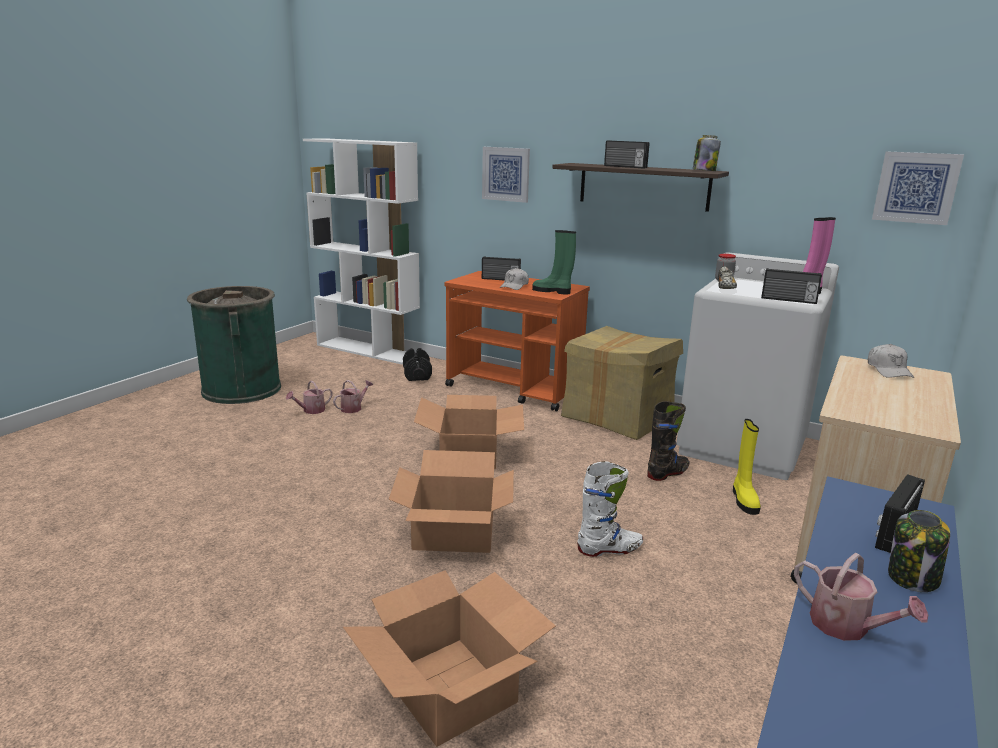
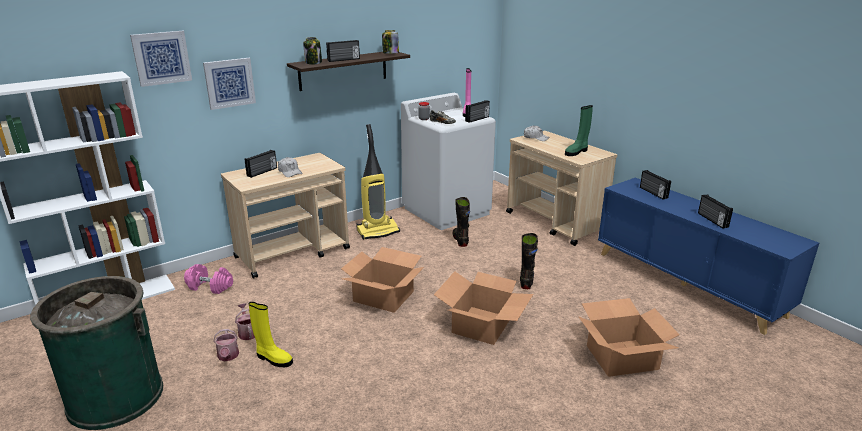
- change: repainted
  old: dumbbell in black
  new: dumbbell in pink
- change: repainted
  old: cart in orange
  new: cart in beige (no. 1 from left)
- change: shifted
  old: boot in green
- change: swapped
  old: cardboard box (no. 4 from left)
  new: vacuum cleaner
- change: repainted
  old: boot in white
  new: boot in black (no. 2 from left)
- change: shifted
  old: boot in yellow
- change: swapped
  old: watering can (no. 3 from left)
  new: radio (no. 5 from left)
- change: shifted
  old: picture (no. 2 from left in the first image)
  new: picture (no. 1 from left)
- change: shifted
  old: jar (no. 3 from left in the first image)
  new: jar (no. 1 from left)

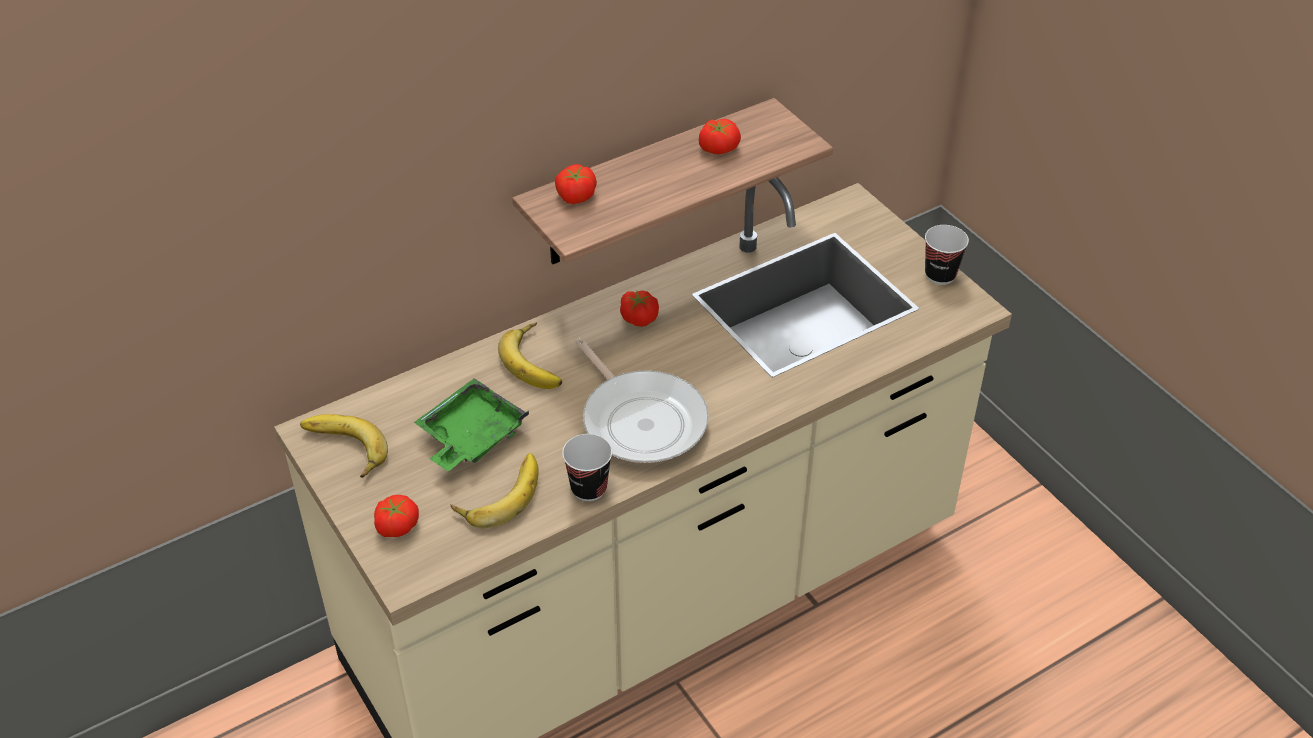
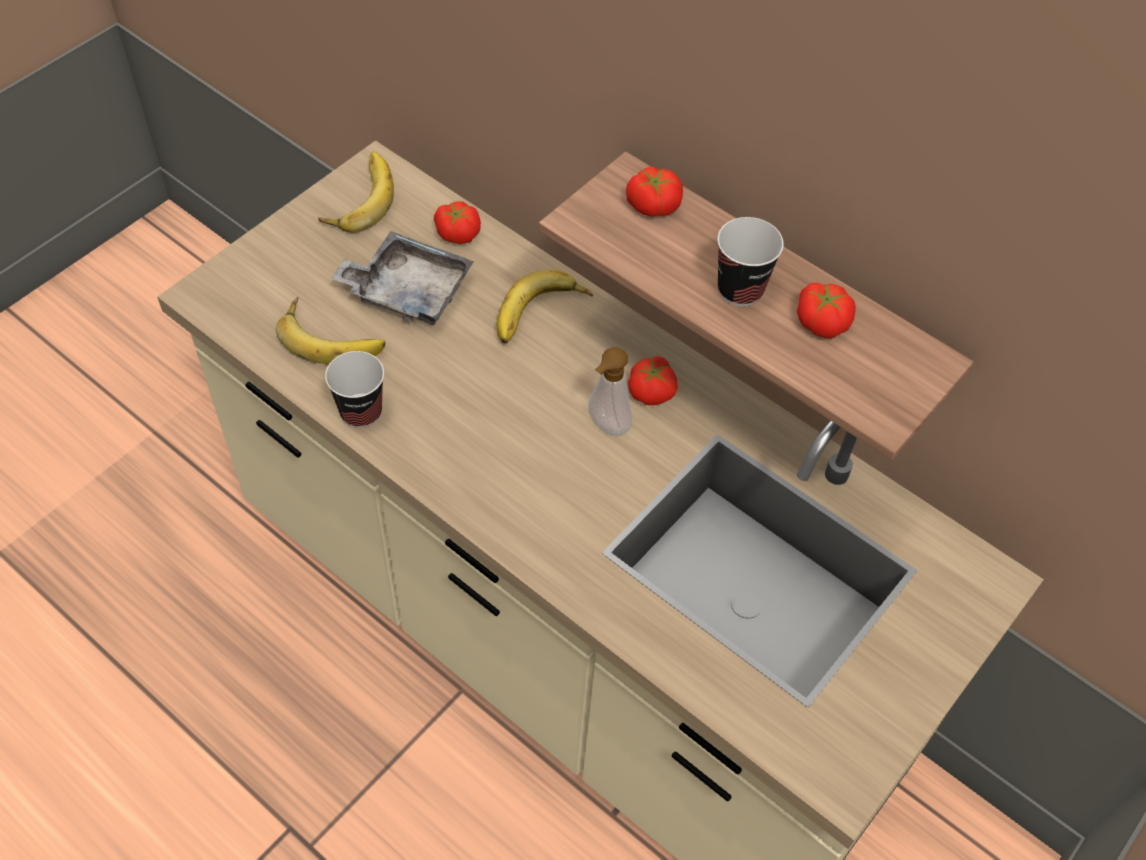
- change: shifted
  old: tomato (no. 1 from left)
- change: repainted
  old: tray in green
  new: tray in grey
- change: gone
  old: frying pan
- change: shifted
  old: cup (no. 2 from left)
- change: new
  new: soap dispenser

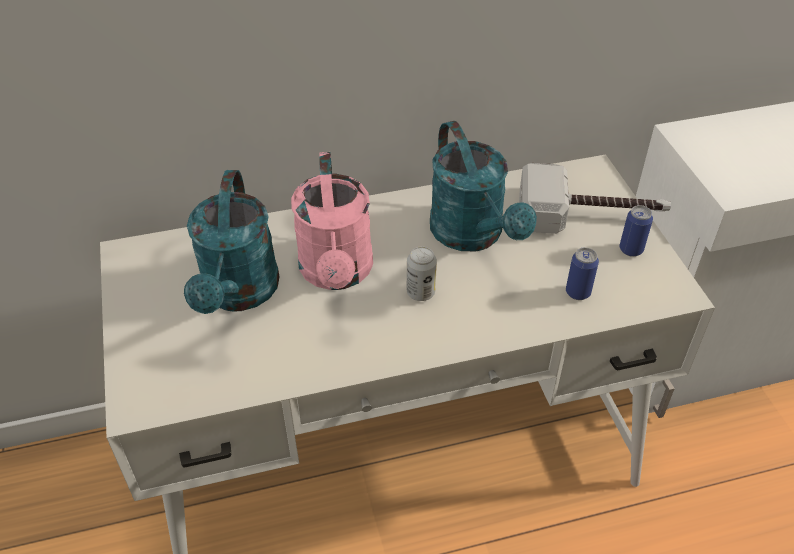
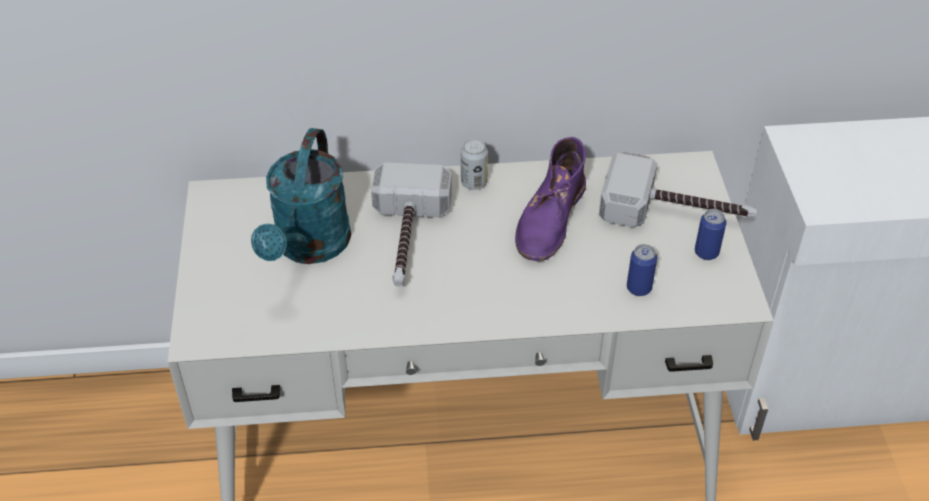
- change: swapped
  old: watering can in pink
  new: hammer (no. 1 from left)
- change: shifted
  old: can (no. 1 from left)
- change: swapped
  old: watering can in turquoise (no. 2 from left)
  new: boot in purple

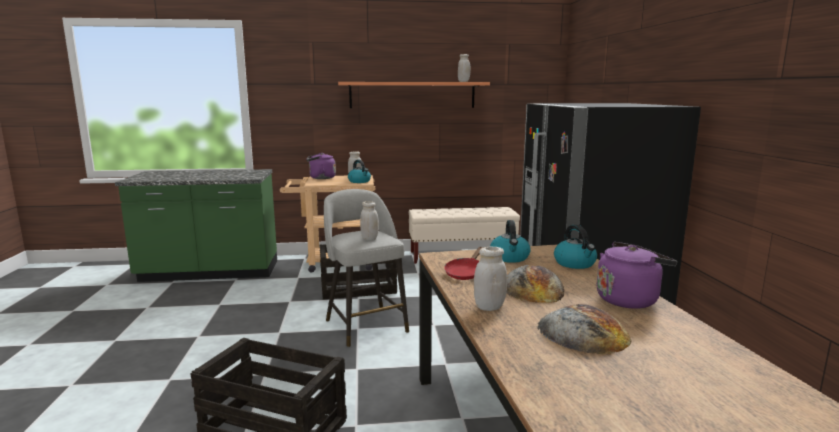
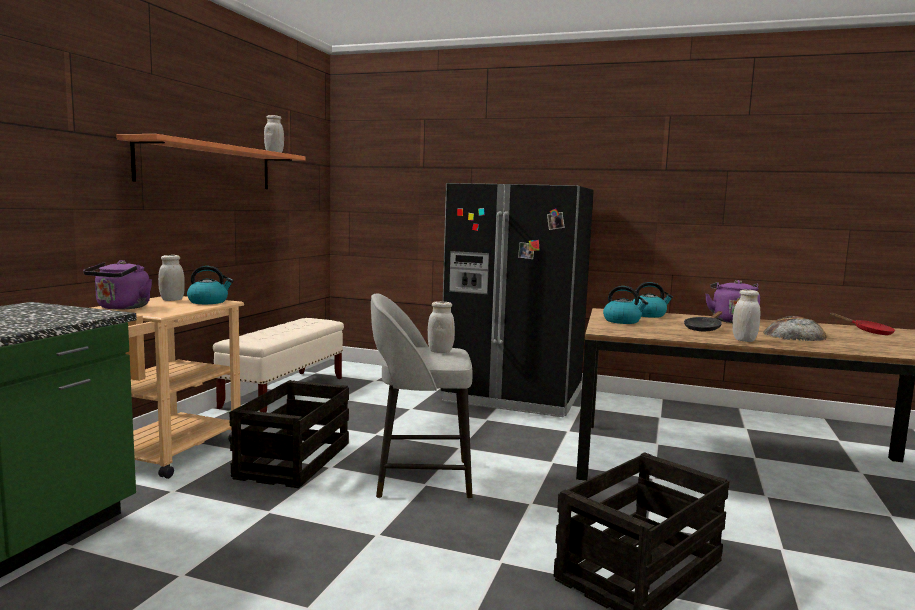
- change: shifted
  old: frying pan in red
- change: swapped
  old: bread (no. 1 from left)
  new: frying pan in black

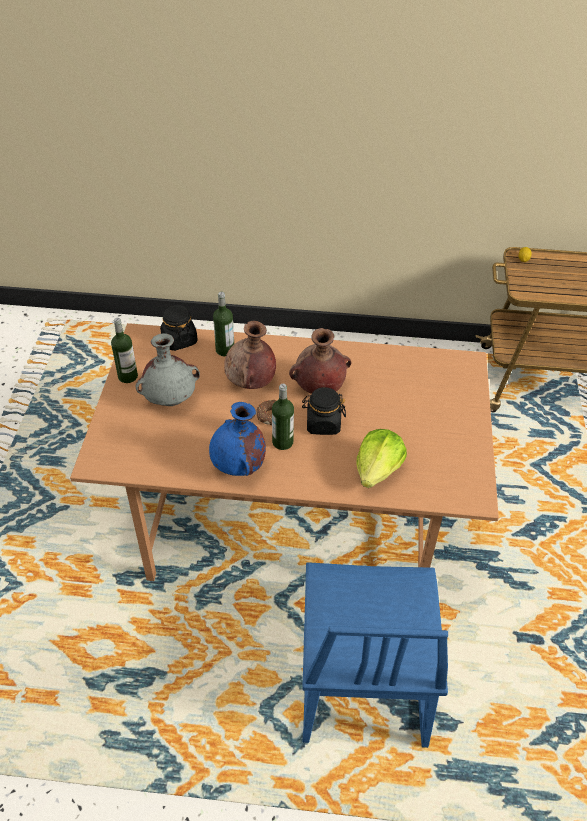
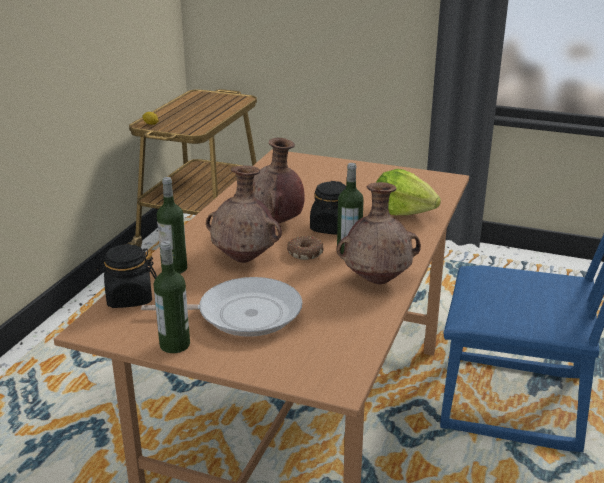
- change: swapped
  old: vase in grey
  new: frying pan
- change: repainted
  old: vase in blue
  new: vase in brown (no. 3 from left)

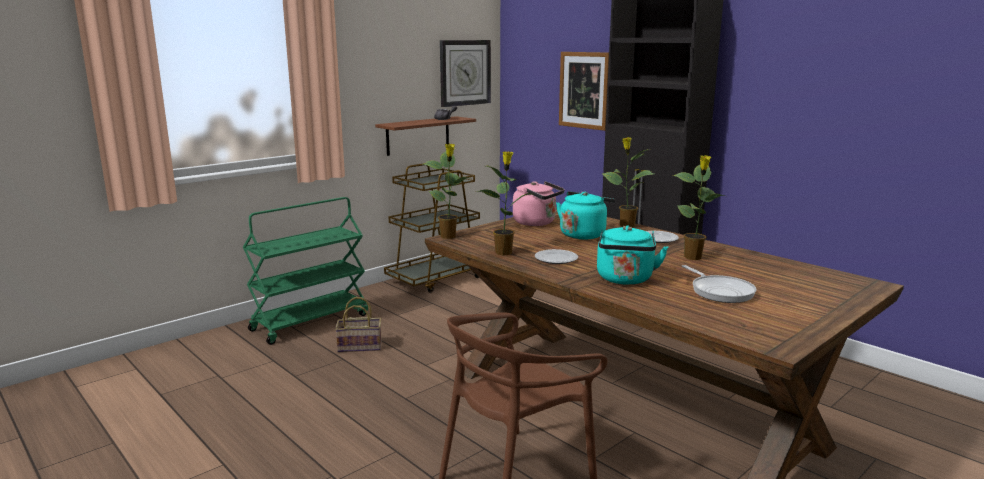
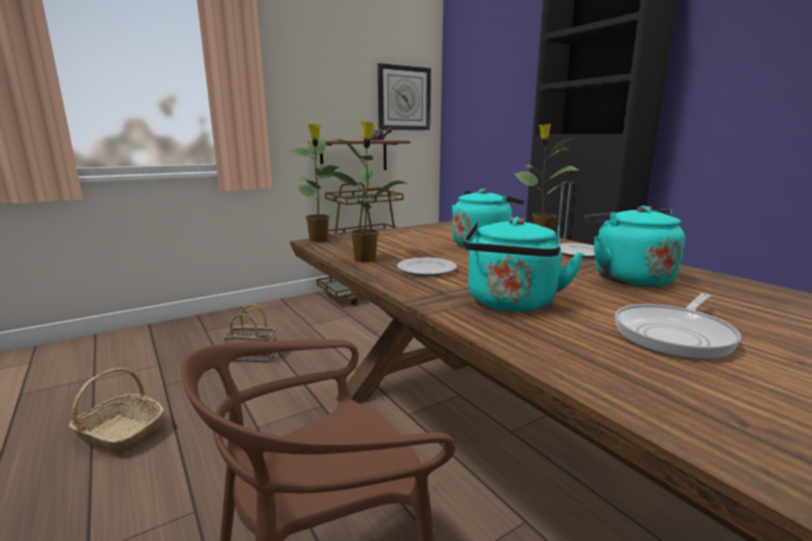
- change: gone
  old: cart in green
- change: gone
  old: kettle in pink
- change: gone
  old: picture
- change: swapped
  old: potted plant (no. 4 from left)
  new: kettle in turquoise (no. 3 from left)
- change: rotated
  old: frying pan
  degrees: 60
- change: new
  new: basket (no. 1 from left)

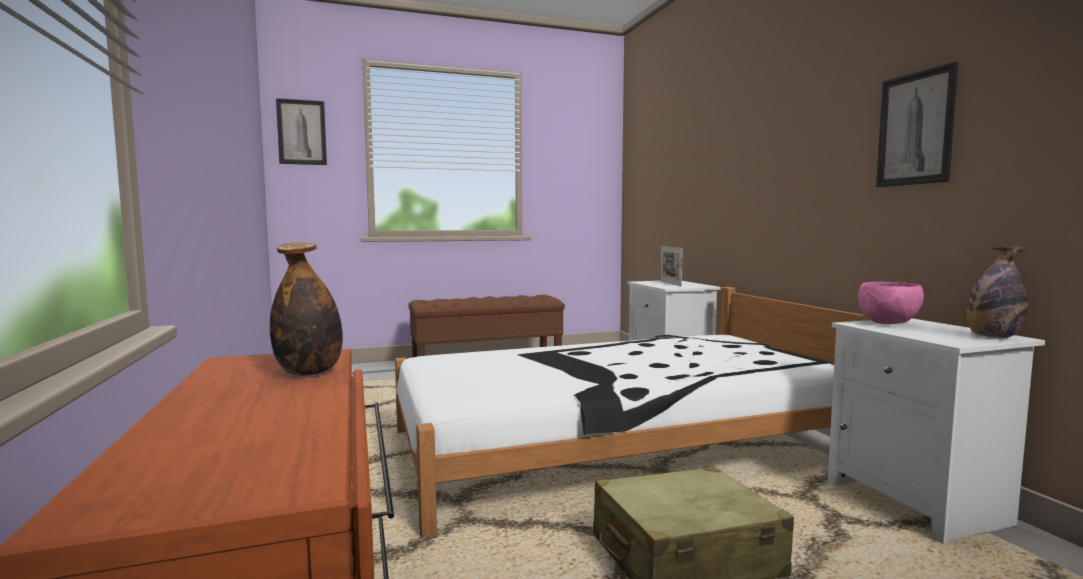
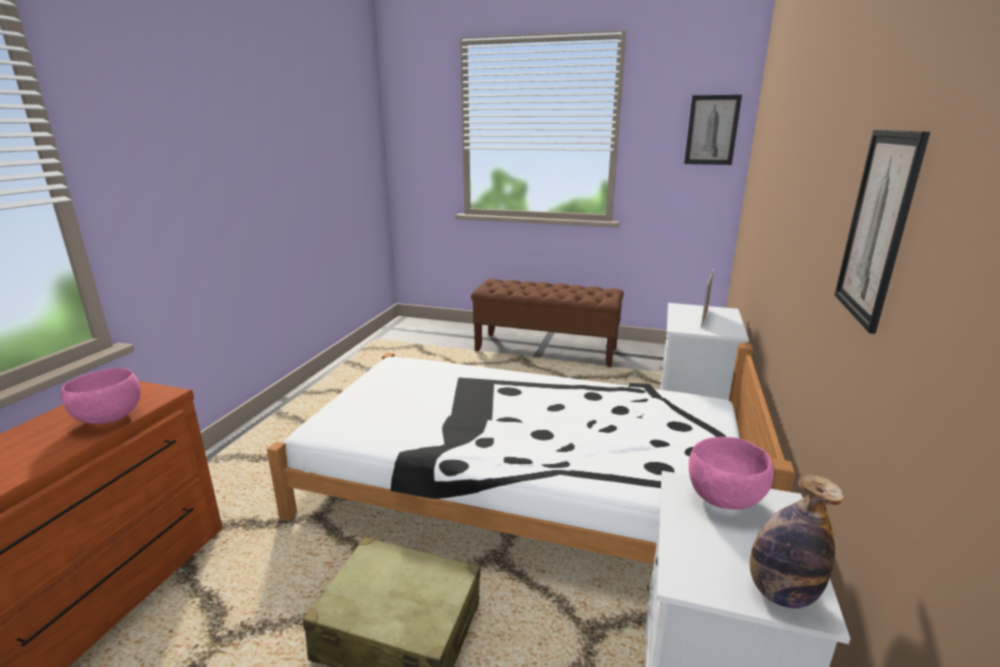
- change: swapped
  old: bottle (no. 1 from left)
  new: bowl in pink (no. 1 from left)
- change: shifted
  old: picture (no. 1 from left)

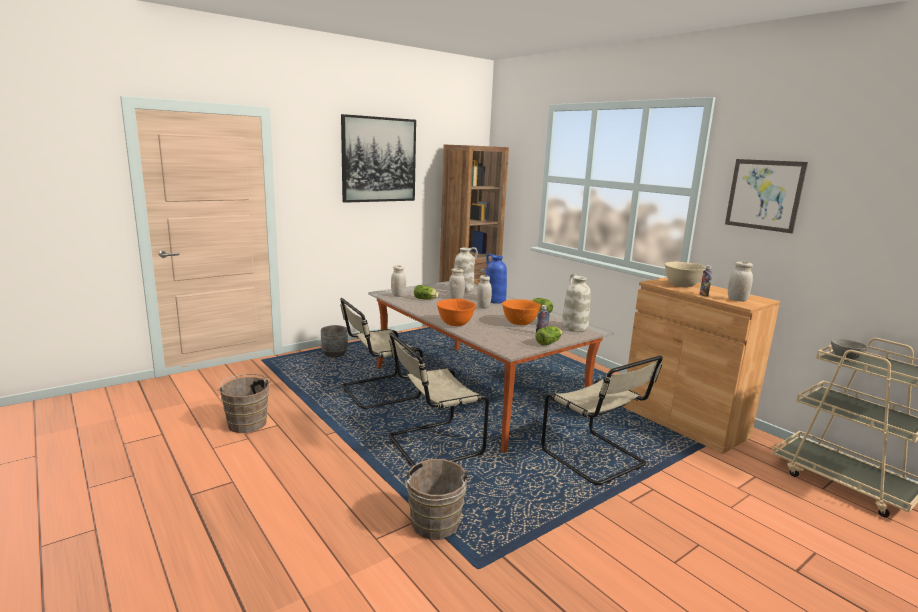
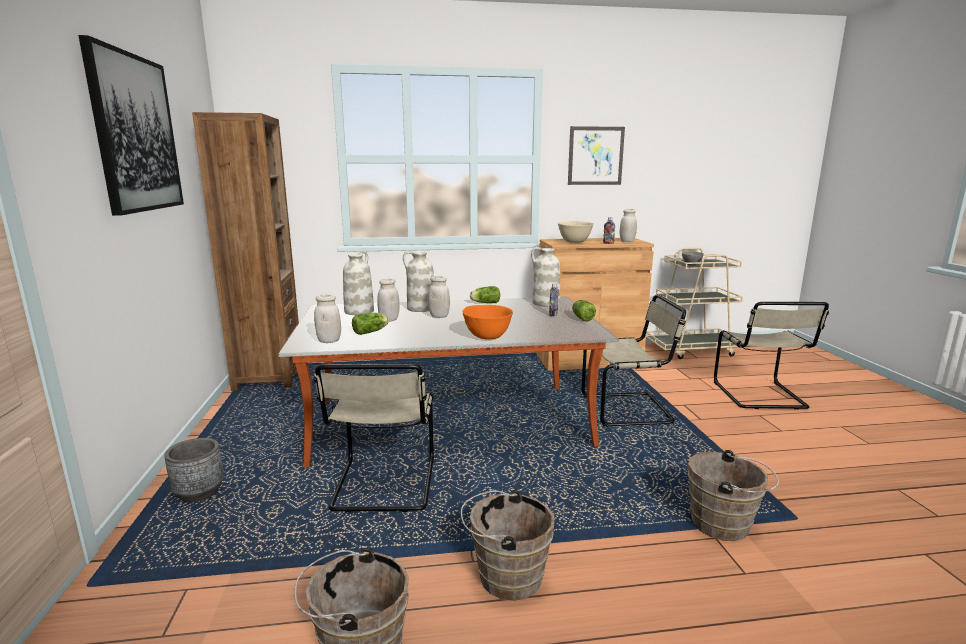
- change: shifted
  old: chair in beige (no. 2 from left in the first image)
  new: chair in beige (no. 3 from left)
- change: repainted
  old: vase in blue
  new: vase in white (no. 2 from left)
- change: gone
  old: bowl in orange (no. 2 from left)
- change: new
  new: bucket in brown (no. 2 from left)

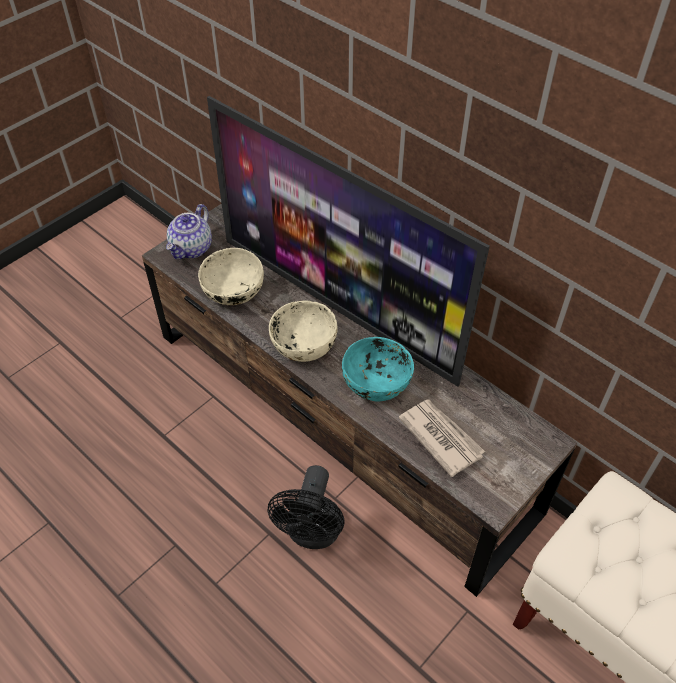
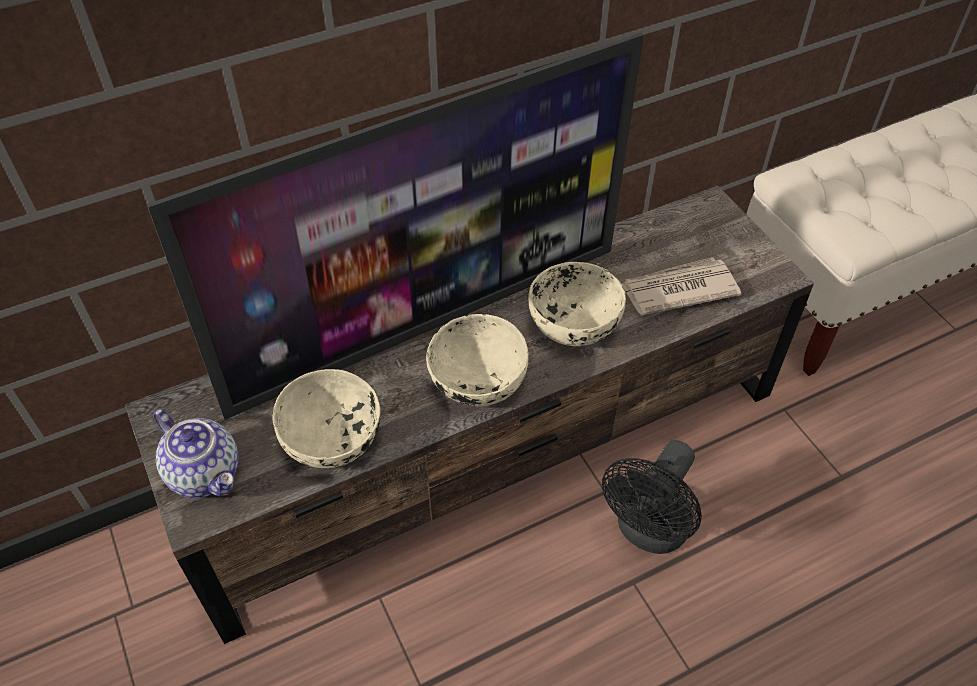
- change: rotated
  old: fan in black
  degrees: 90
- change: repainted
  old: bowl in turquoise
  new: bowl in beige (no. 3 from left)

